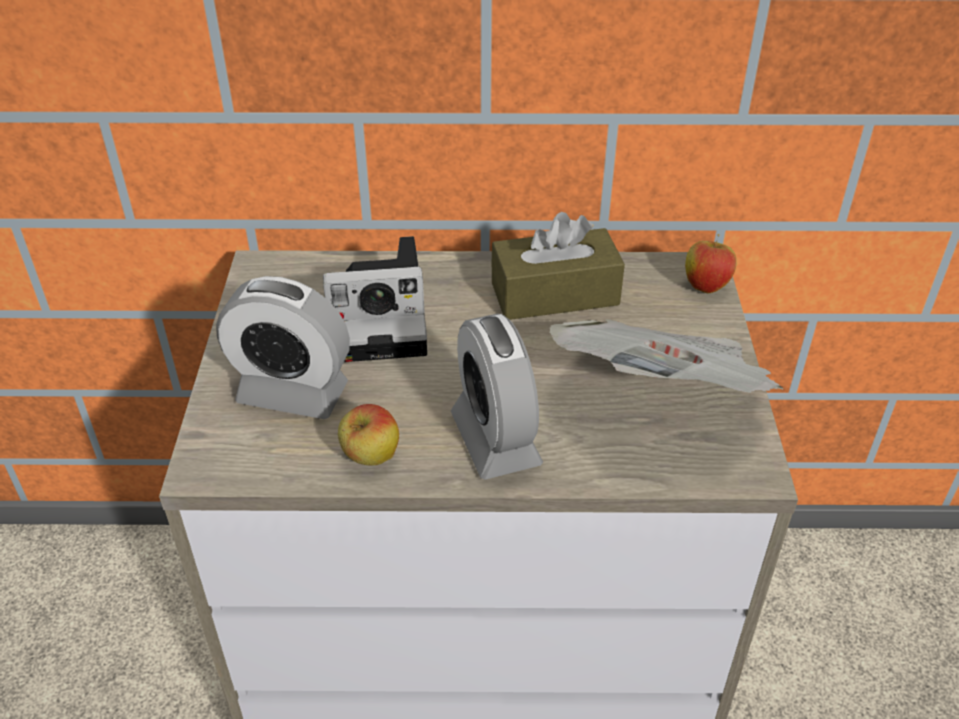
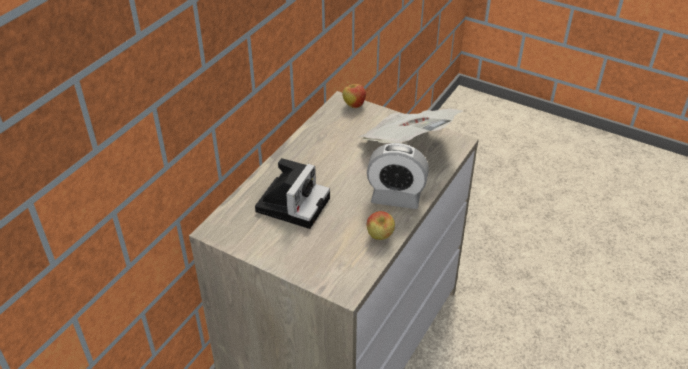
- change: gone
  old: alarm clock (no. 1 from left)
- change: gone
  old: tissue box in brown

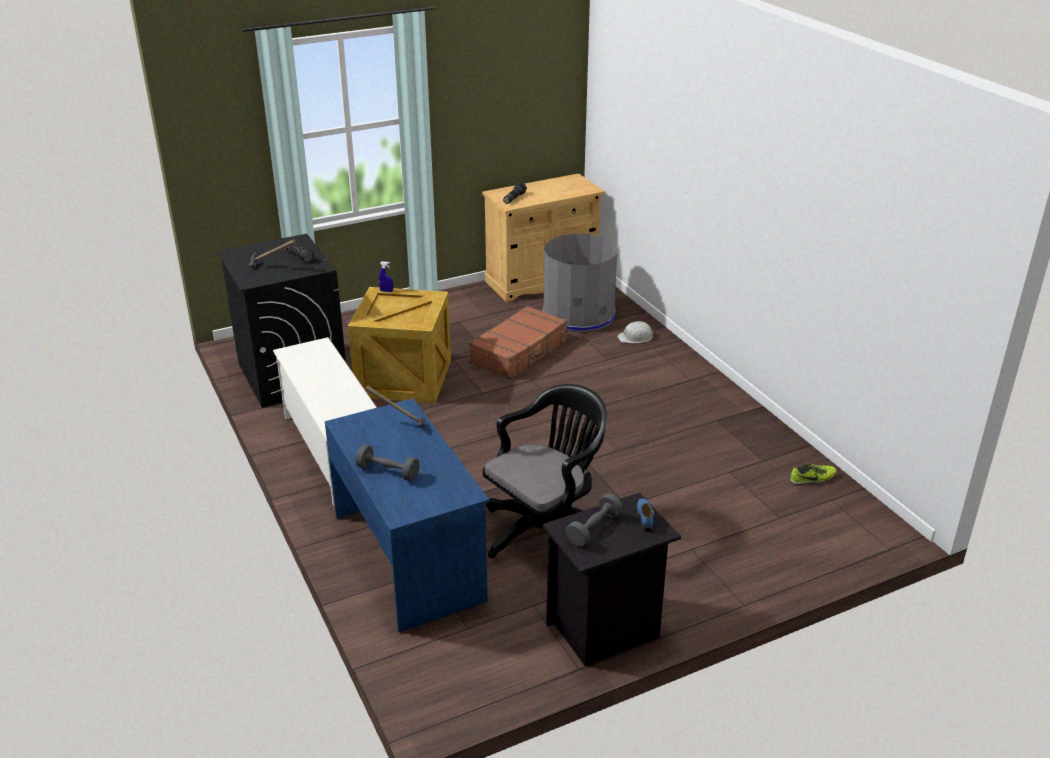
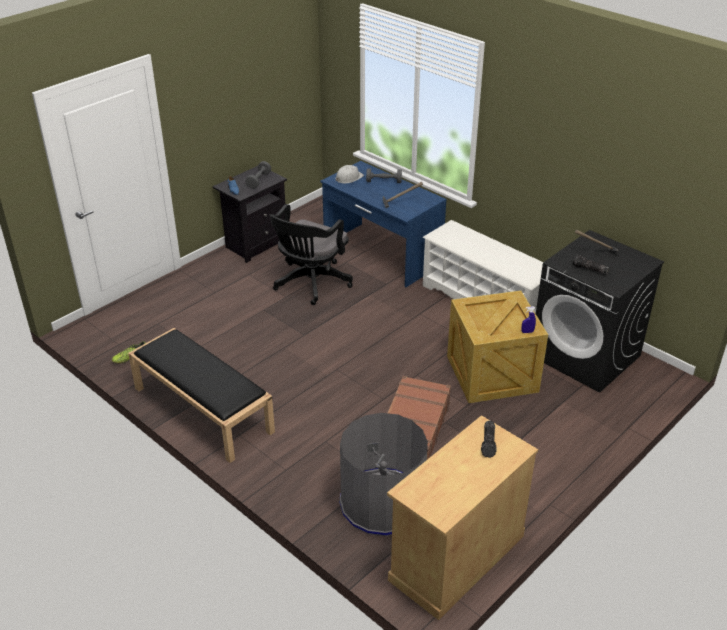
- change: shifted
  old: hard hat in white
- change: new
  new: bench in black

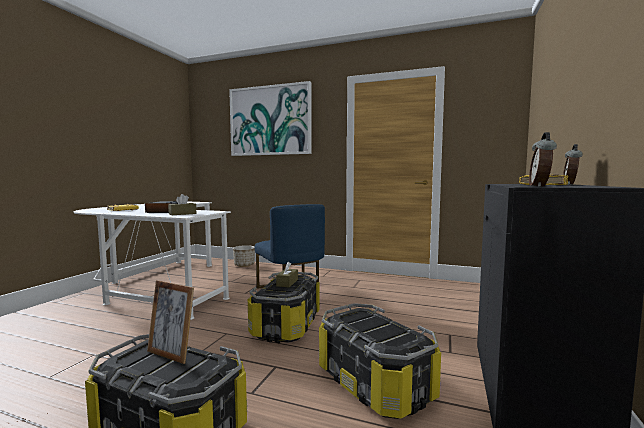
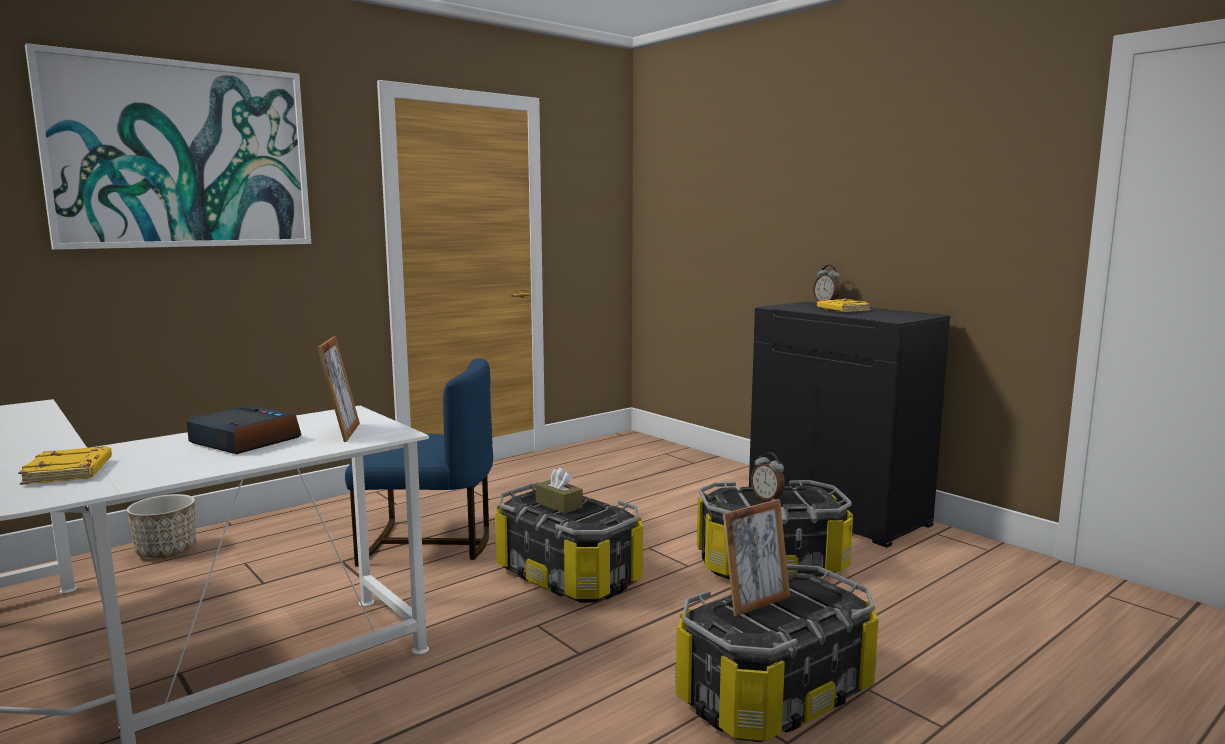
- change: swapped
  old: tissue box in brown (no. 1 from left)
  new: picture frame (no. 1 from left)
- change: shifted
  old: alarm clock (no. 2 from left)

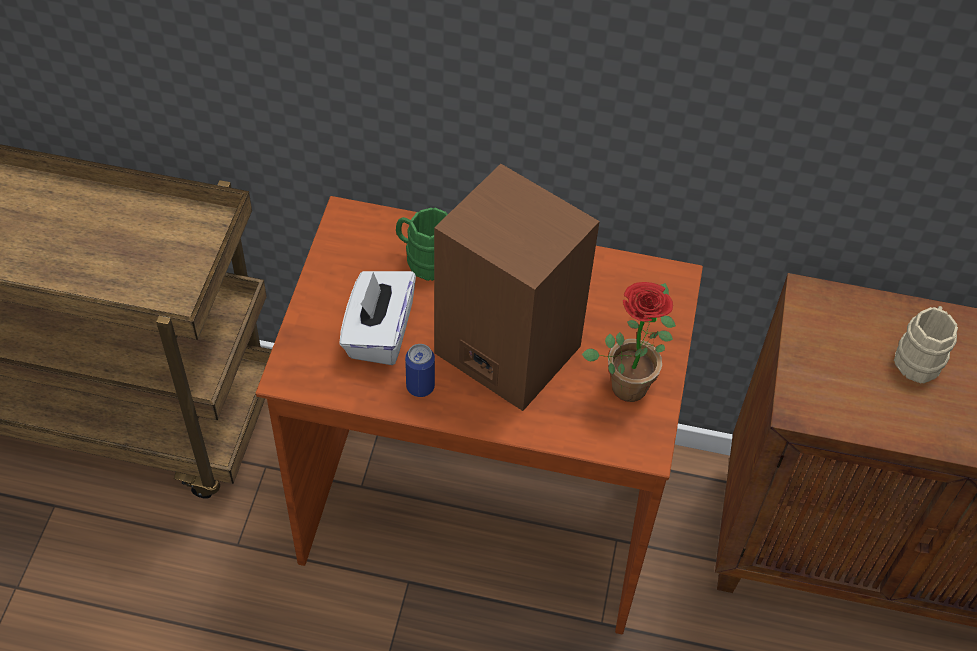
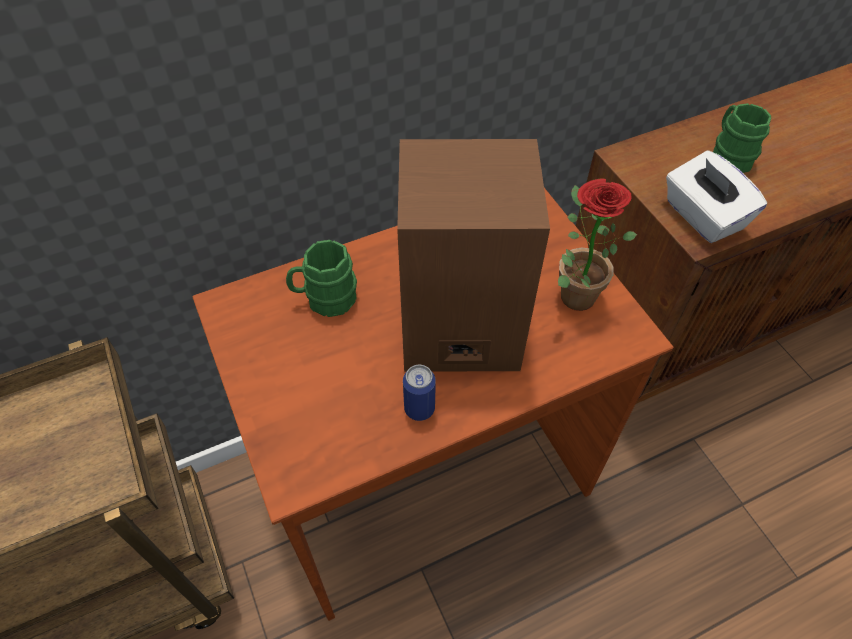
- change: shifted
  old: tissue box in white
- change: repainted
  old: mug in beige
  new: mug in green (no. 2 from left)

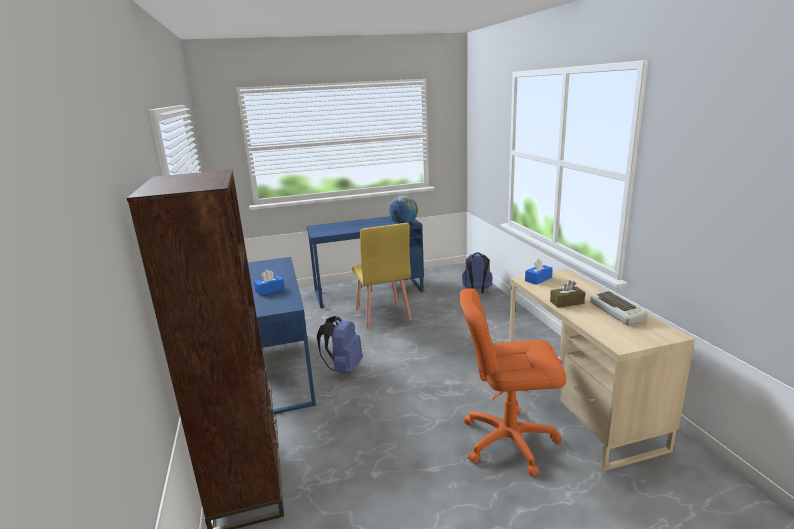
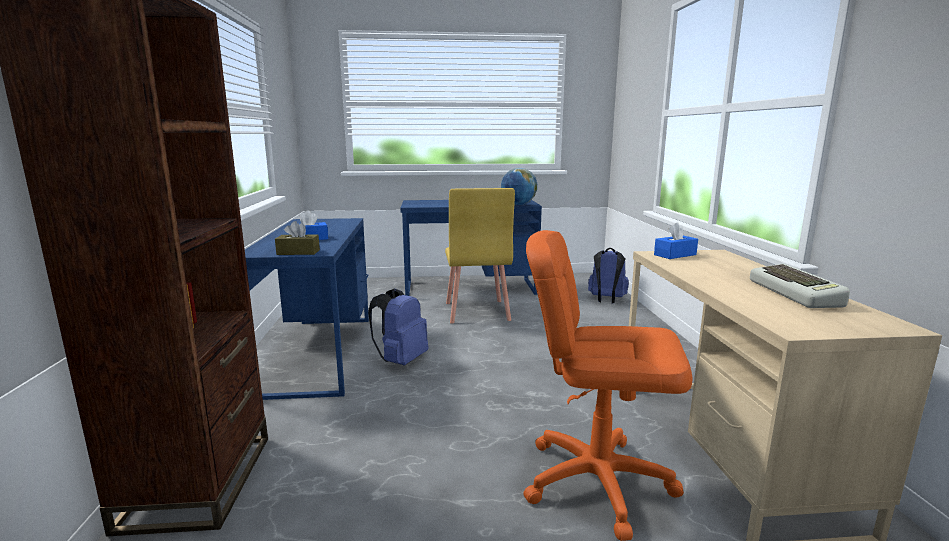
- change: shifted
  old: tissue box in brown

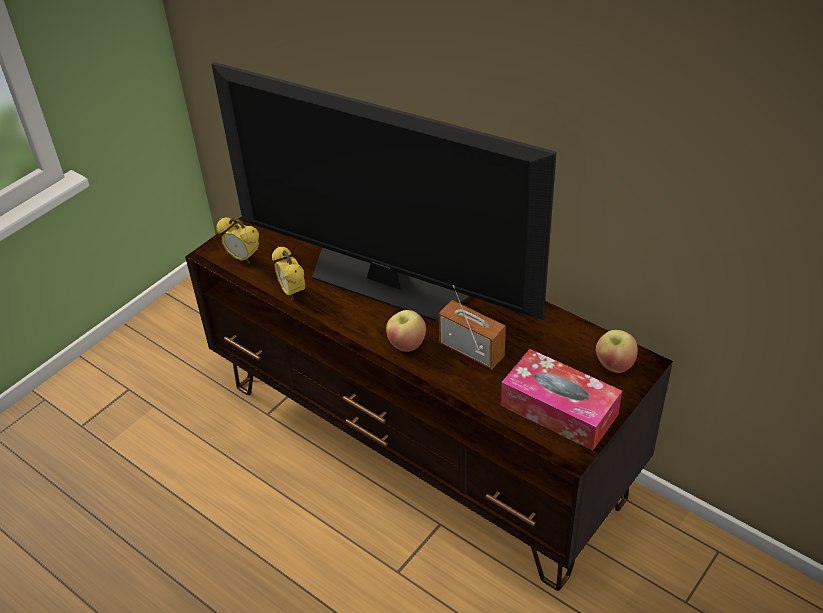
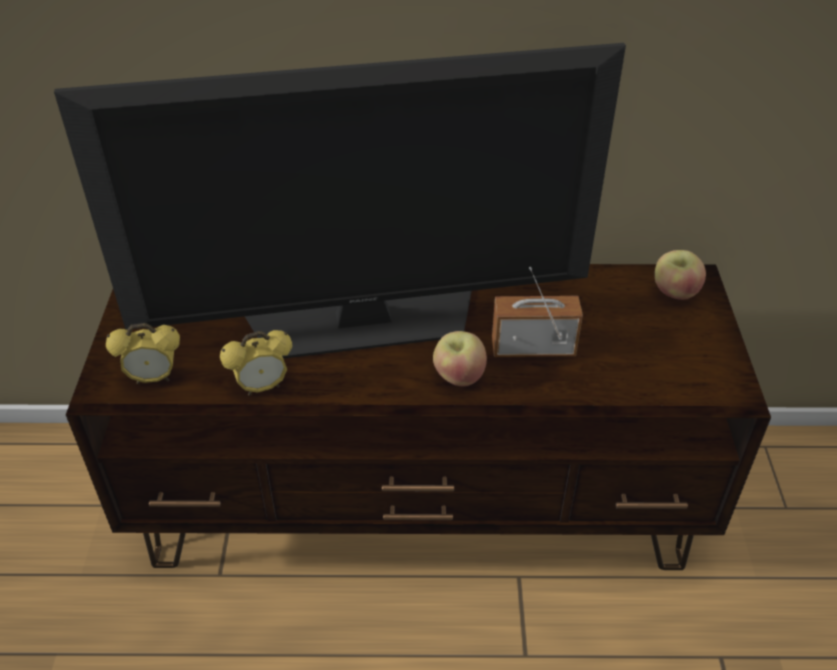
- change: rotated
  old: alarm clock (no. 2 from left)
  degrees: -45
- change: gone
  old: tissue box

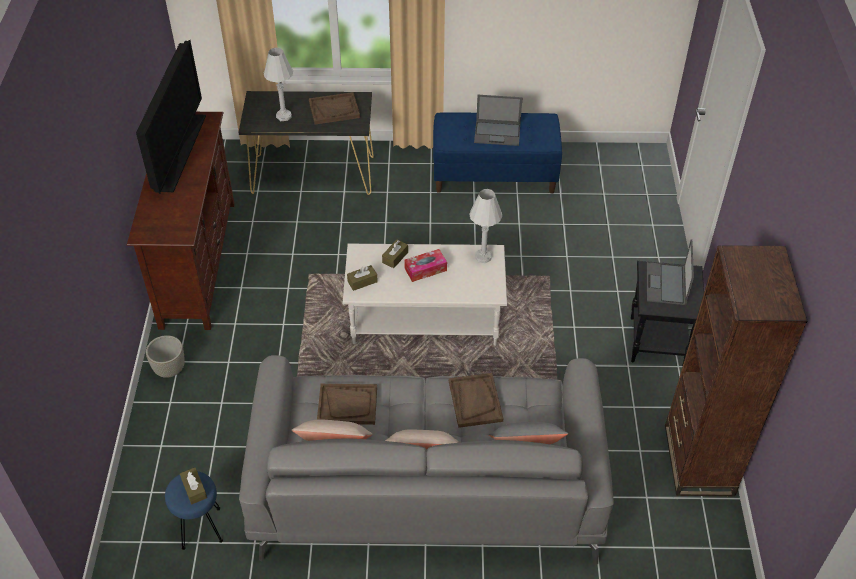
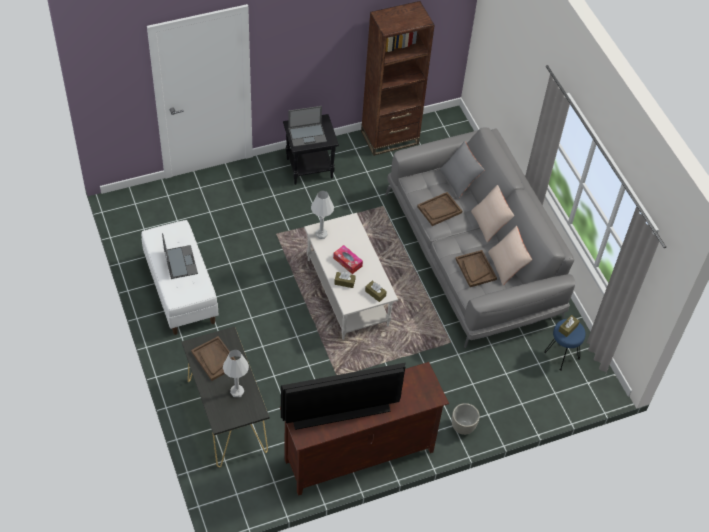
- change: repainted
  old: bench in blue
  new: bench in white

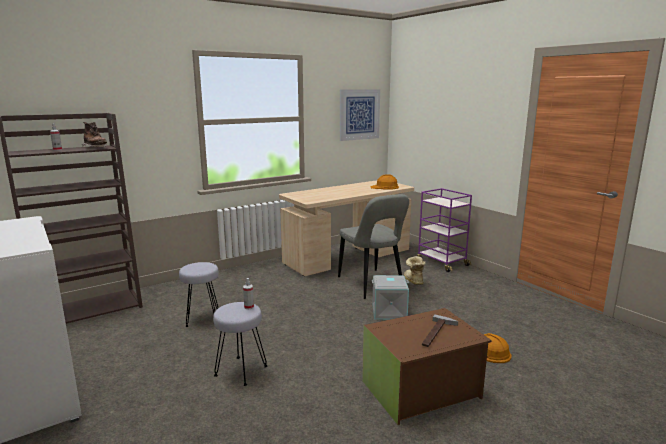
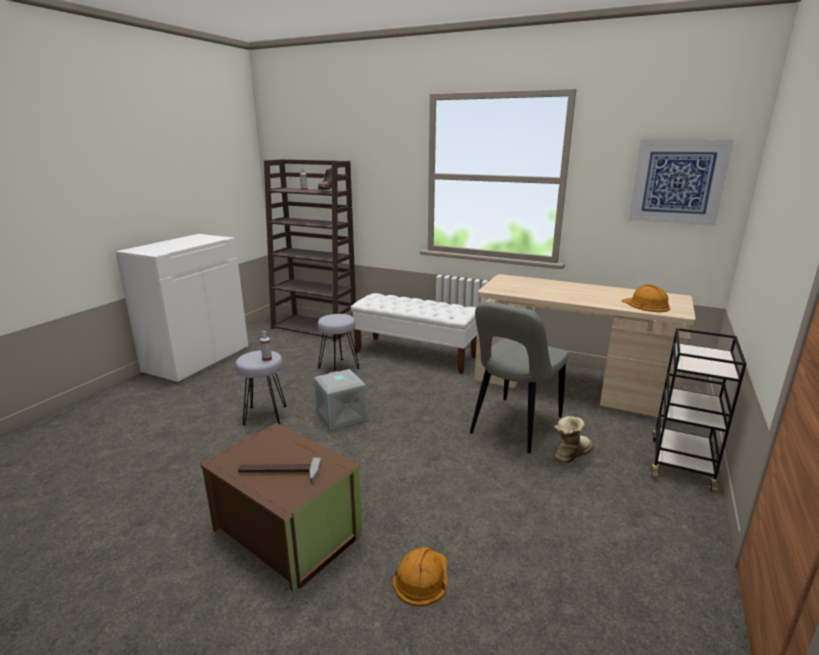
- change: shifted
  old: storage box in grey
- change: repainted
  old: cart in purple
  new: cart in black
- change: new
  new: bench in white

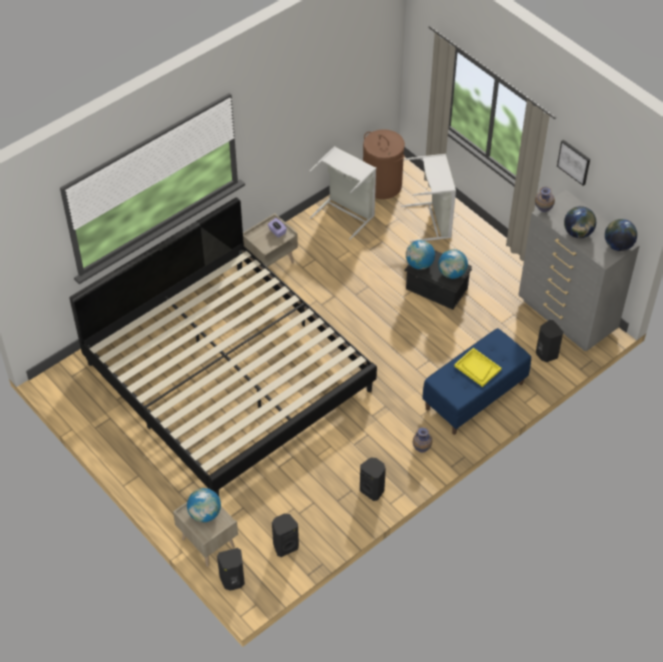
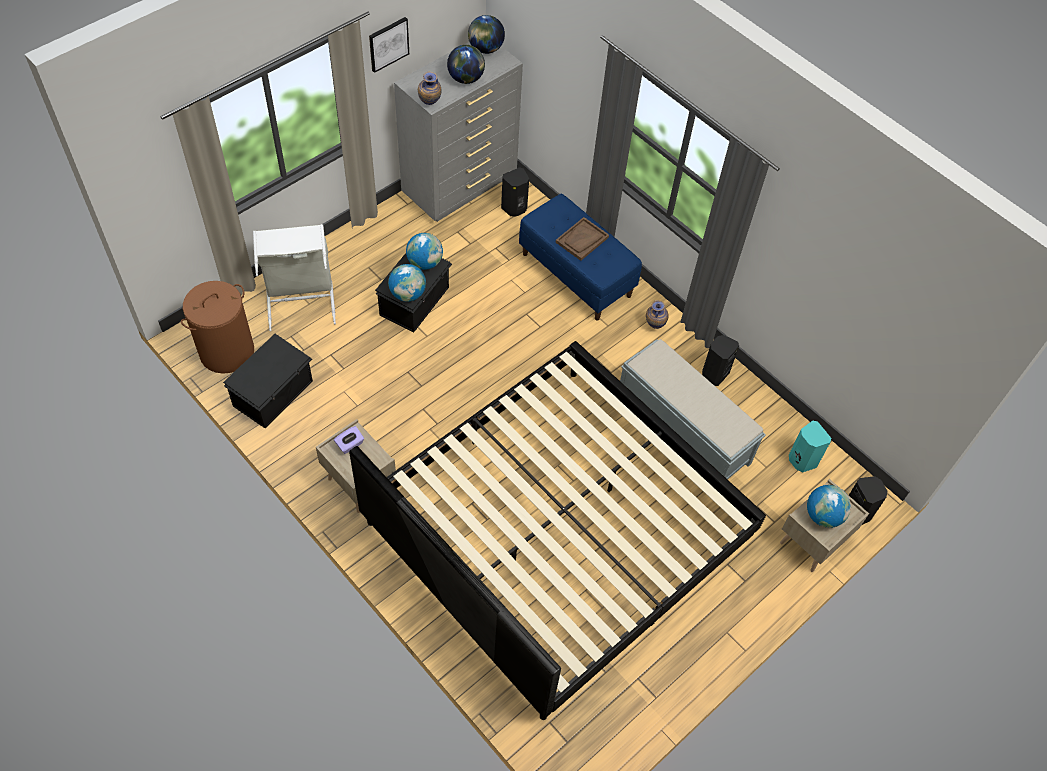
- change: repainted
  old: speaker in black (no. 2 from left)
  new: speaker in turquoise
- change: swapped
  old: laundry basket in grey (no. 1 from left)
  new: storage box in black (no. 1 from left)
- change: repainted
  old: tray in yellow
  new: tray in brown
- change: new
  new: bench in grey

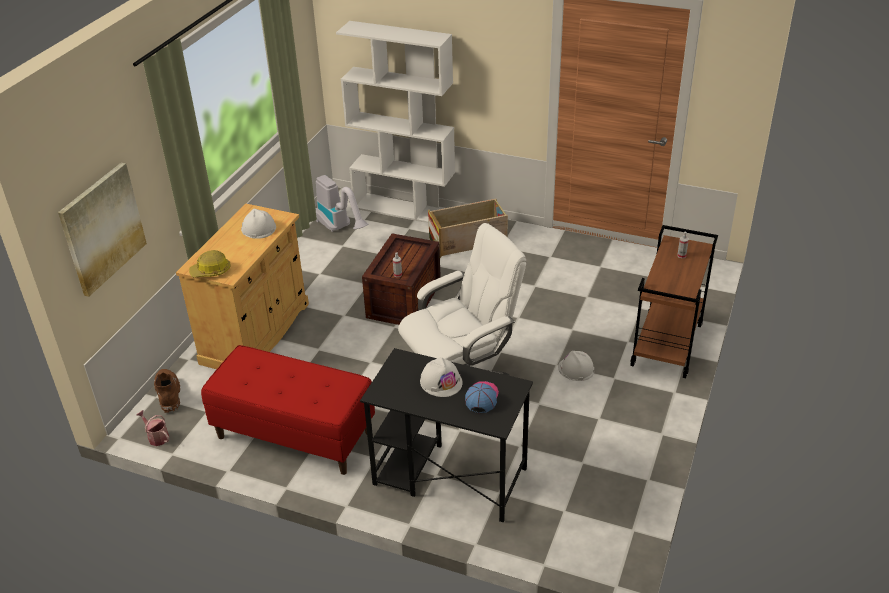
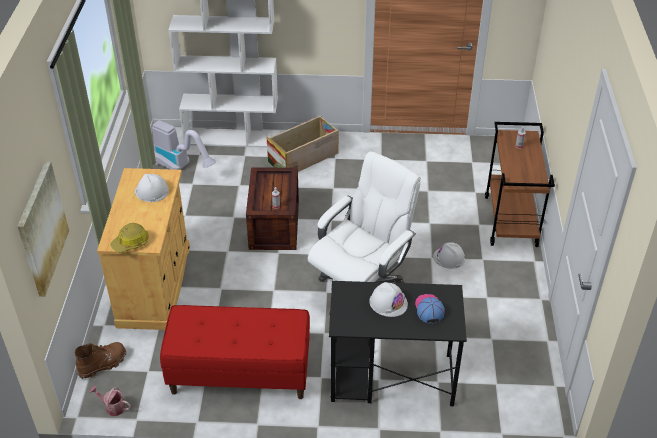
- change: rotated
  old: boot in brown
  degrees: 90

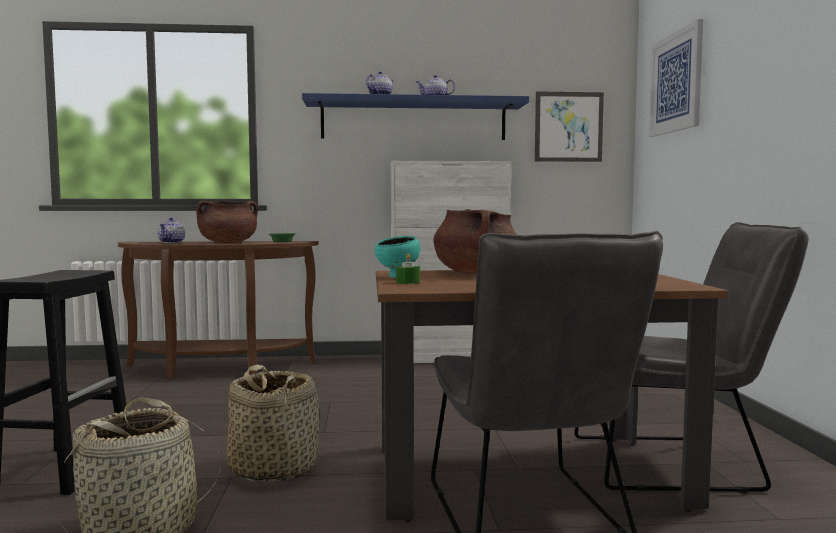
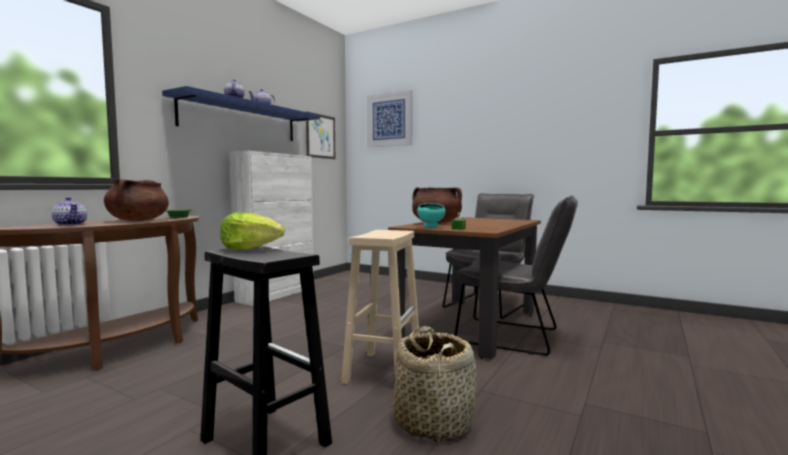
- change: swapped
  old: basket (no. 2 from left)
  new: stool in beige
- change: new
  new: lettuce

